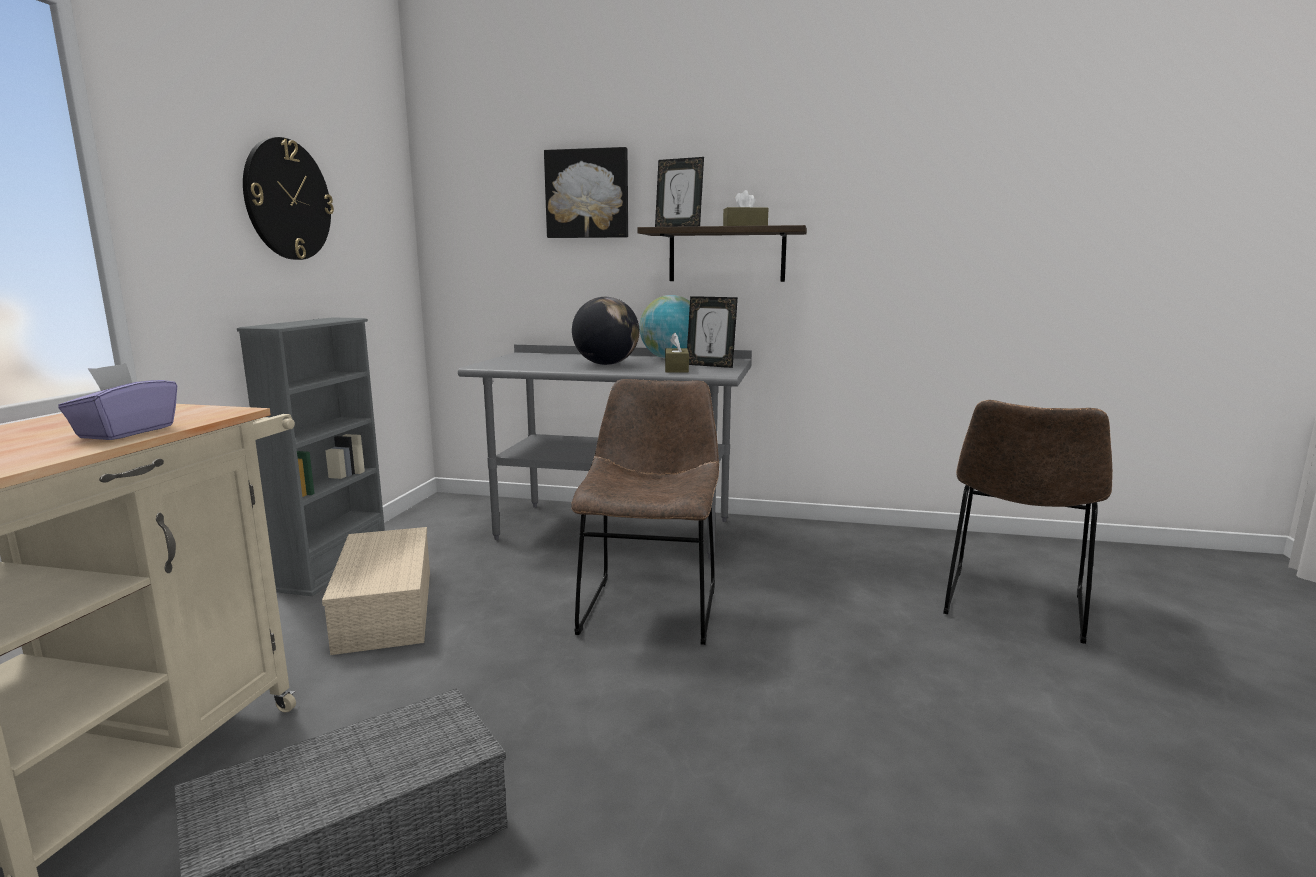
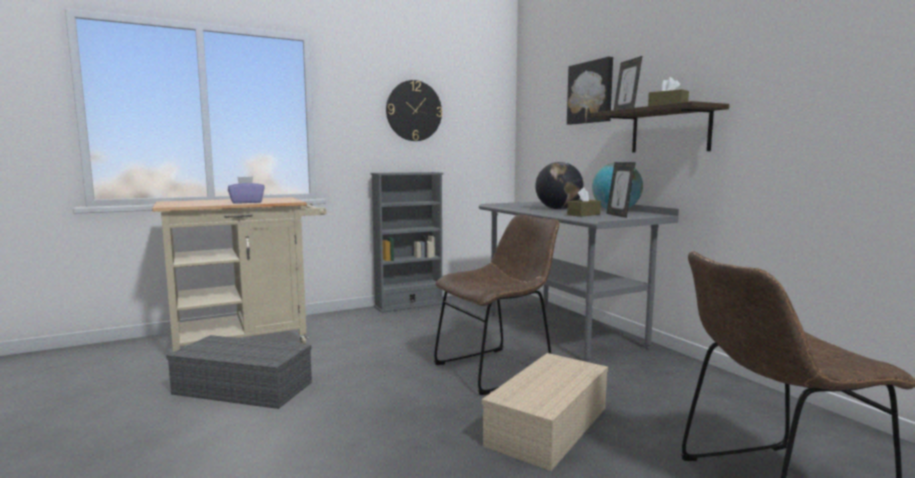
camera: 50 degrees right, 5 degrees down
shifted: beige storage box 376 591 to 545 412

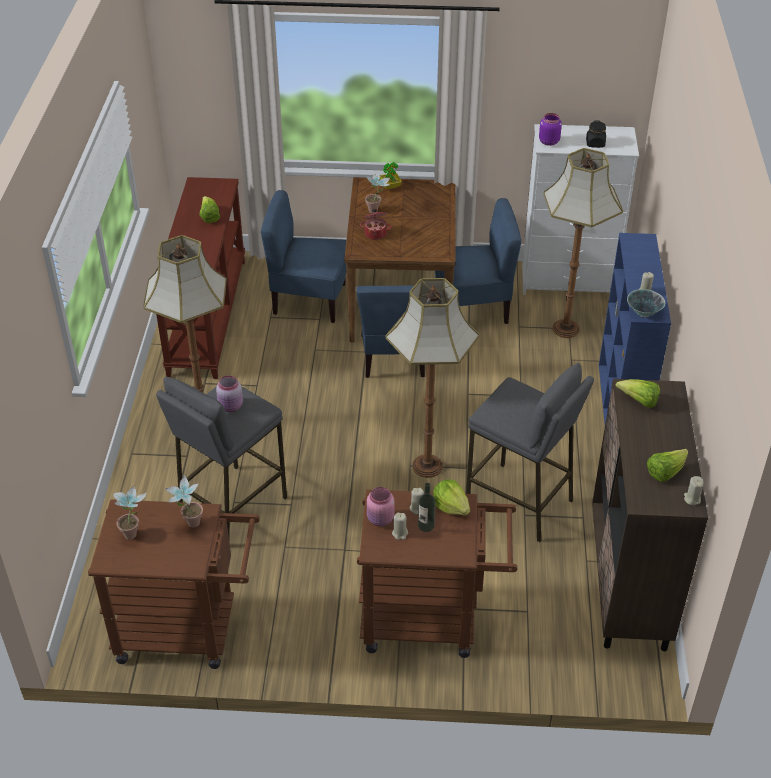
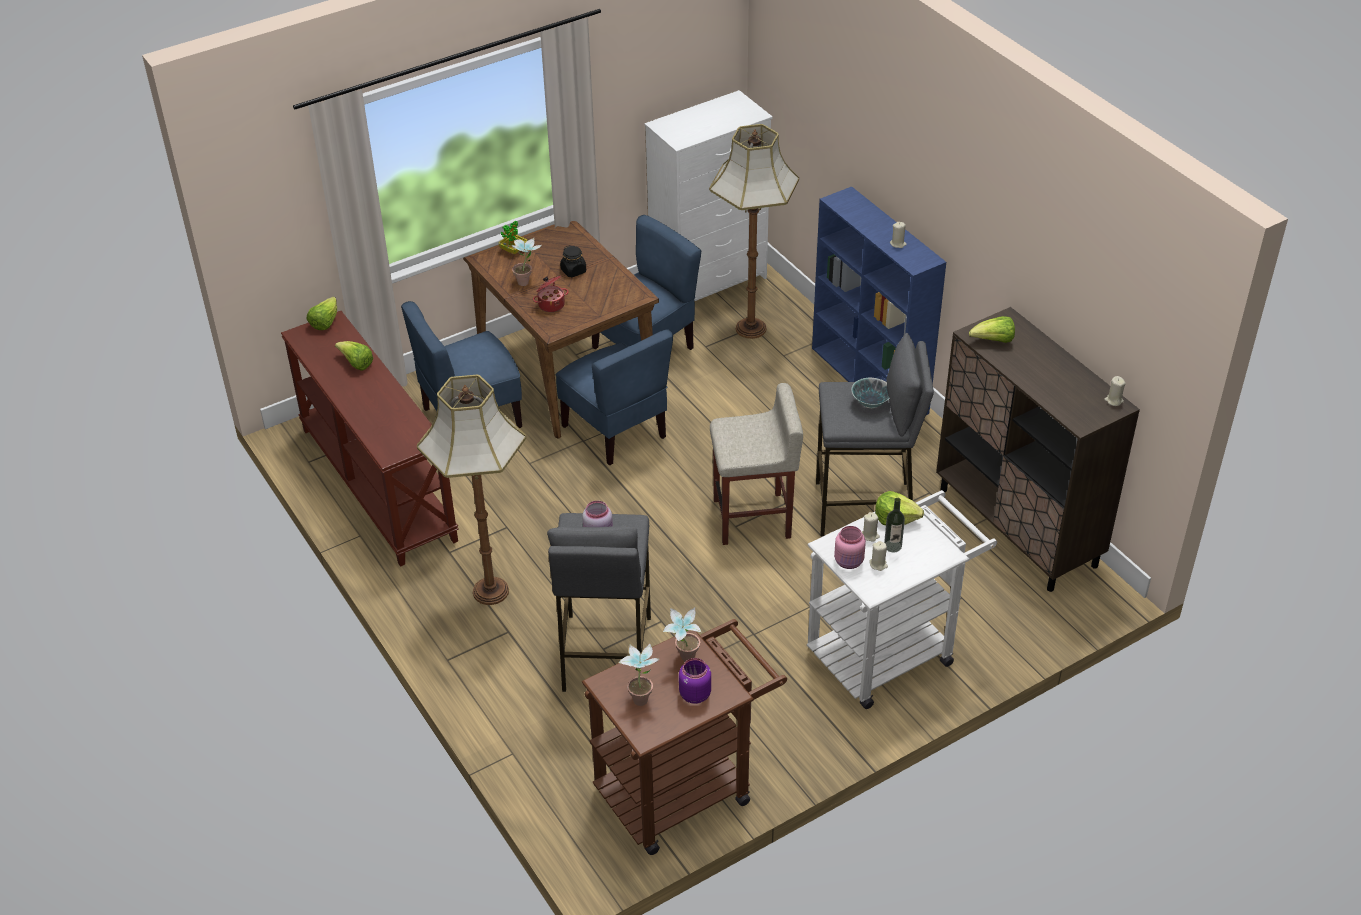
camera: 35 degrees left, 0 degrees up
shifted: purple jar 550 129 to 695 681; black jar 596 134 to 573 261; bowl 646 303 to 870 393; lettuce 667 465 to 322 313
swapped: floor lamp 432 378 to beige stool 756 464
repainted: brown cart 437 573 to white cart 902 599

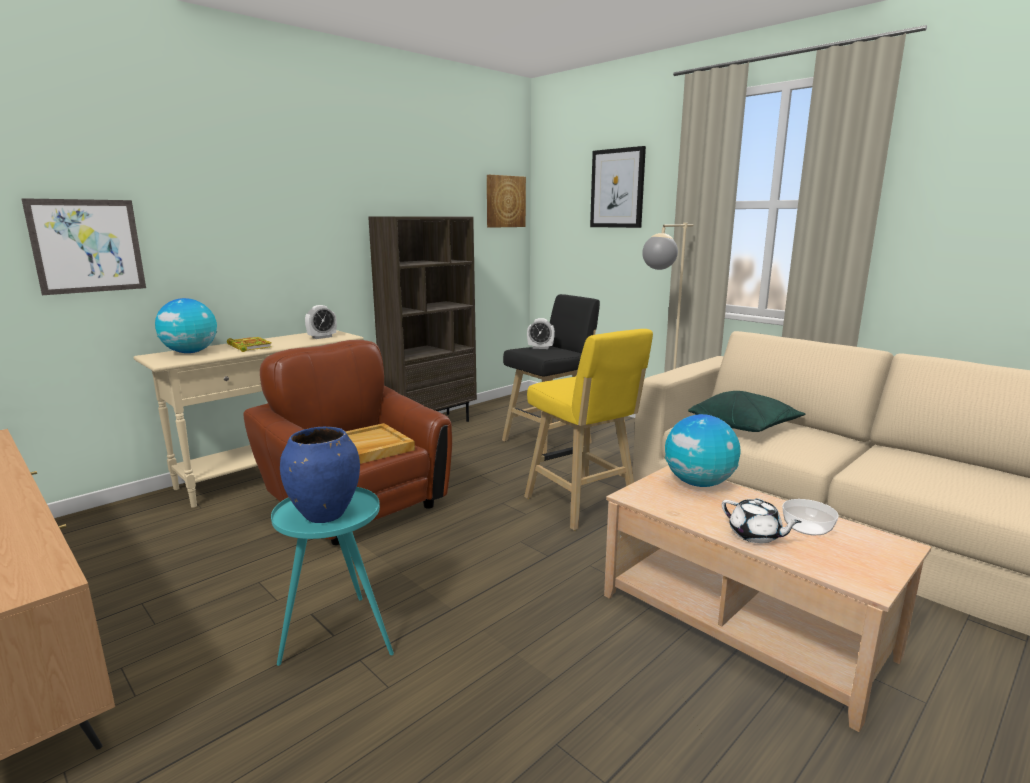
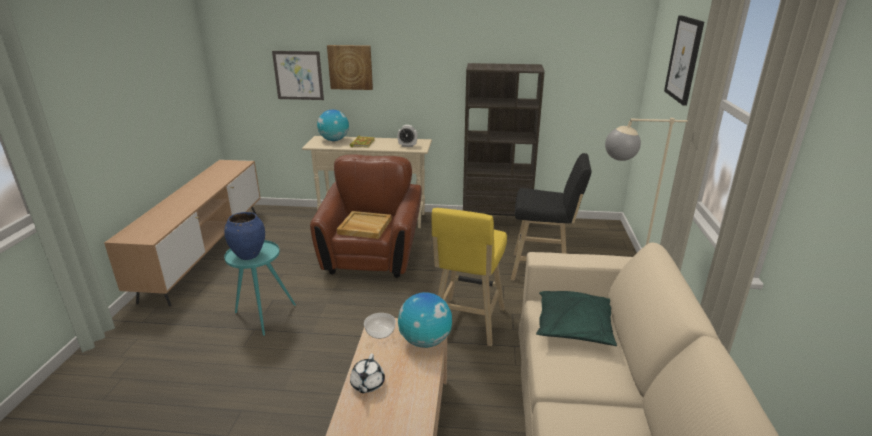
camera: 50 degrees right, 10 degrees up
gone: alarm clock 541 333
shifted: picture 506 201 to 350 67; bowl 810 517 to 380 326

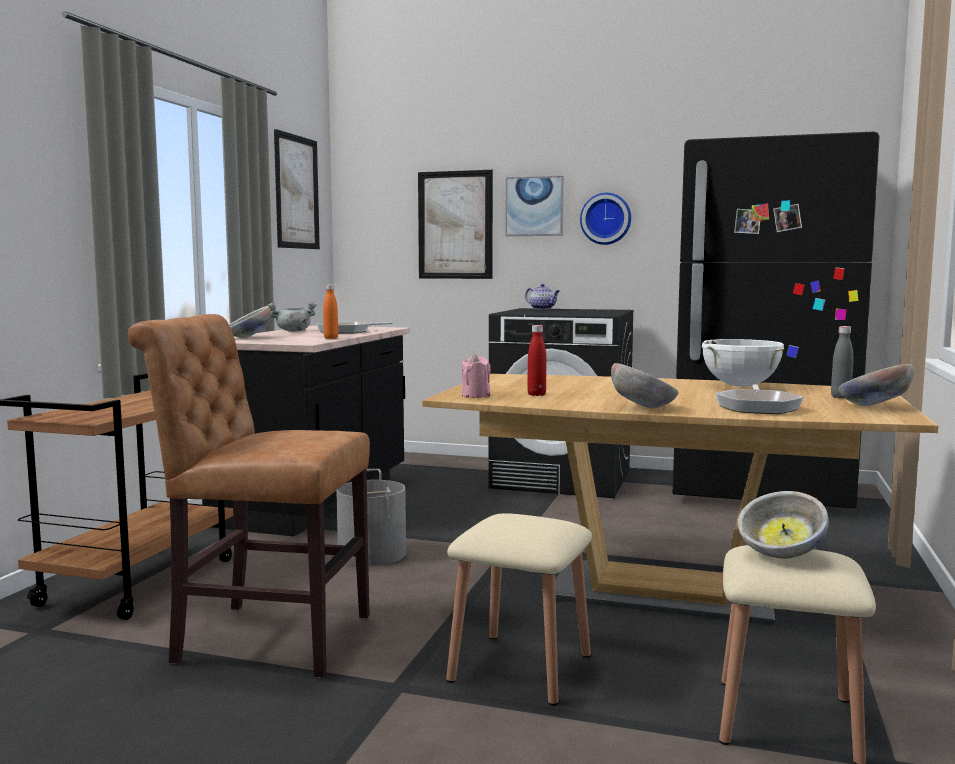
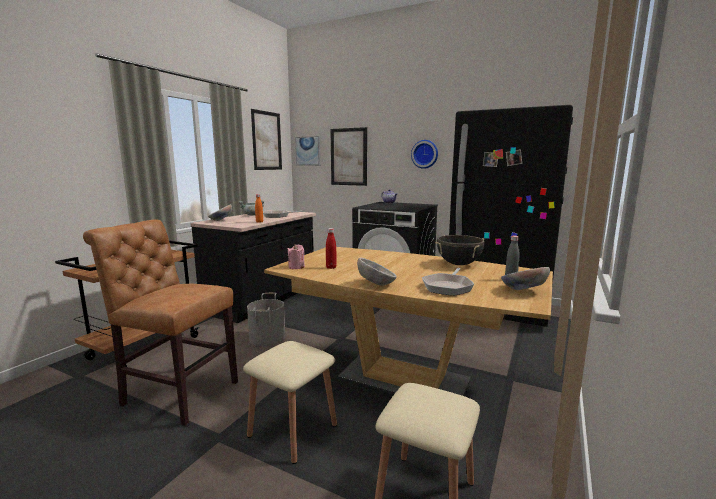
camera: 10 degrees right, 5 degrees up
gone: bowl 783 525
shifted: picture 534 206 to 307 151
repainted: white cooking pot 743 363 to black cooking pot 460 250

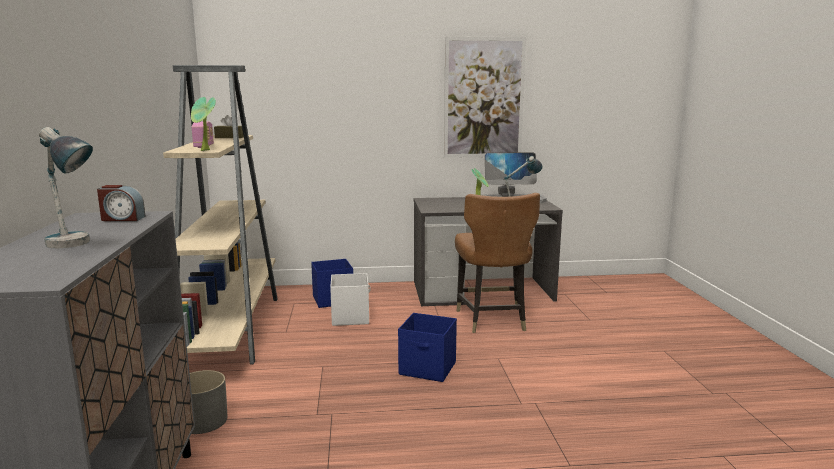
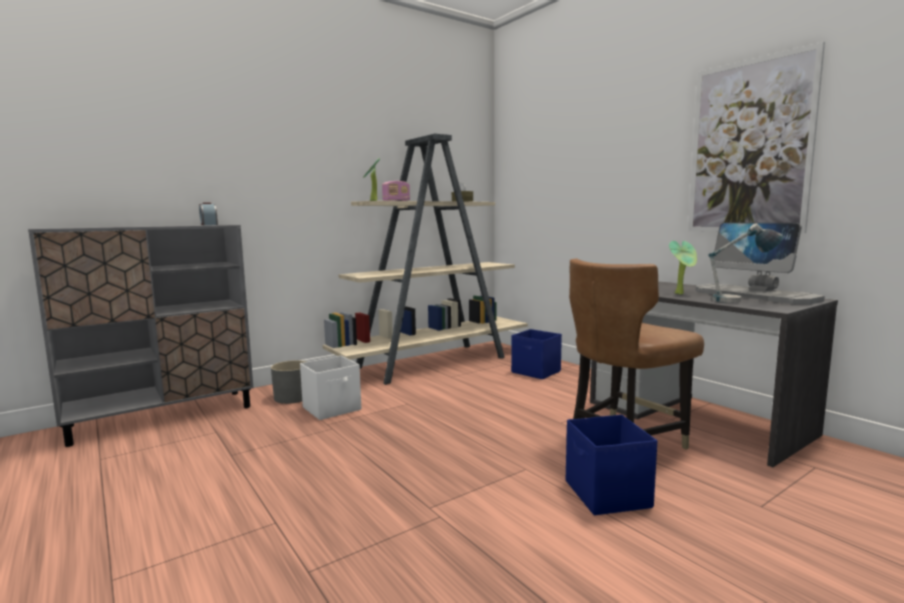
camera: 60 degrees right, 5 degrees down
gone: table lamp 66 187
shifted: white storage box 350 299 to 330 388; blue storage box 427 347 to 611 465

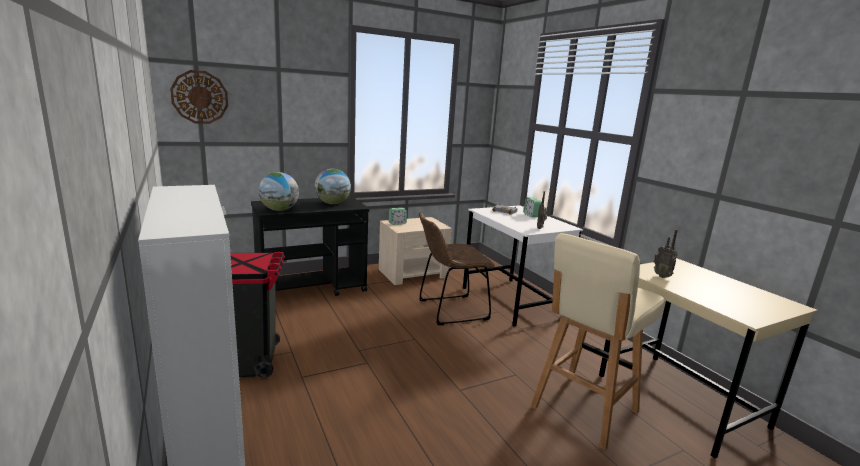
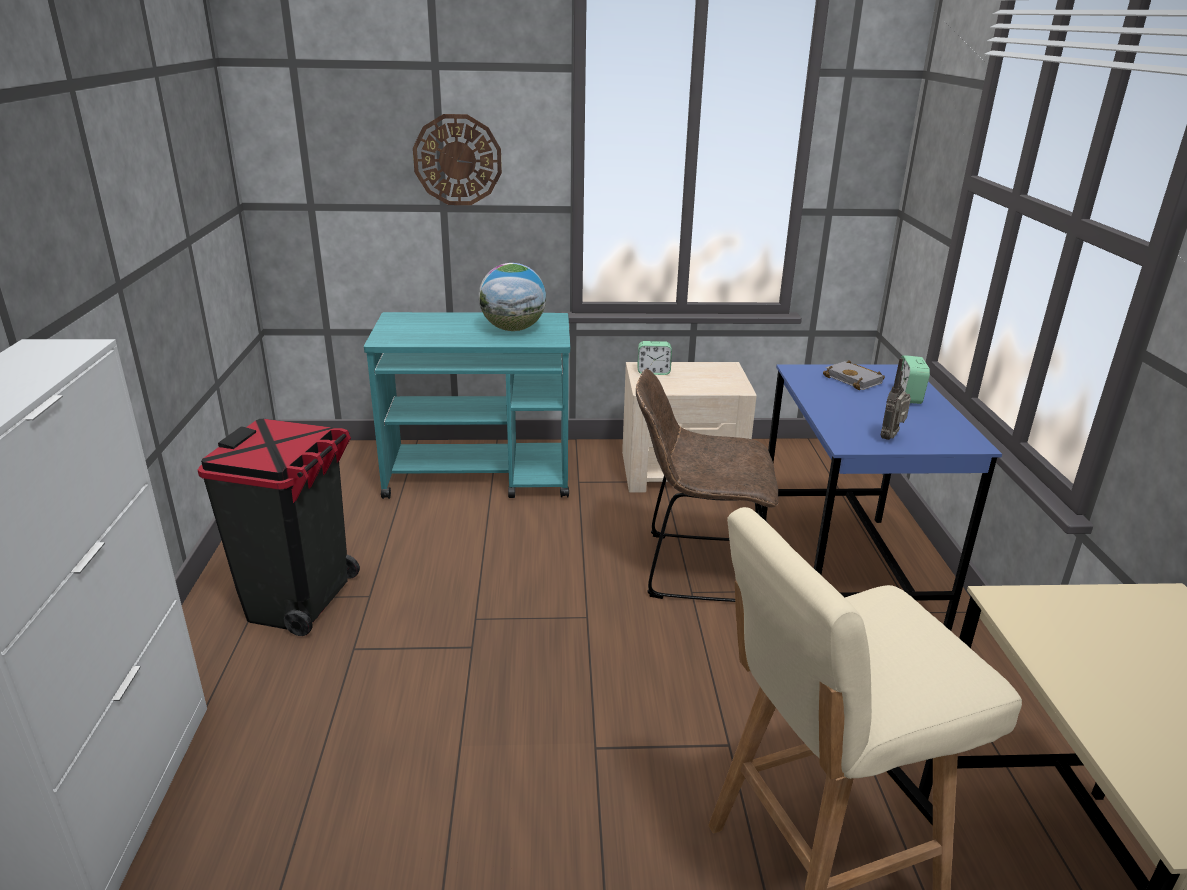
camera: 25 degrees right, 10 degrees up
gone: globe 278 191; radio 666 253
shifted: wall clock 199 97 to 457 159
repainted: black cart 310 246 to turquoise cart 467 405; white desk 523 266 to blue desk 881 497

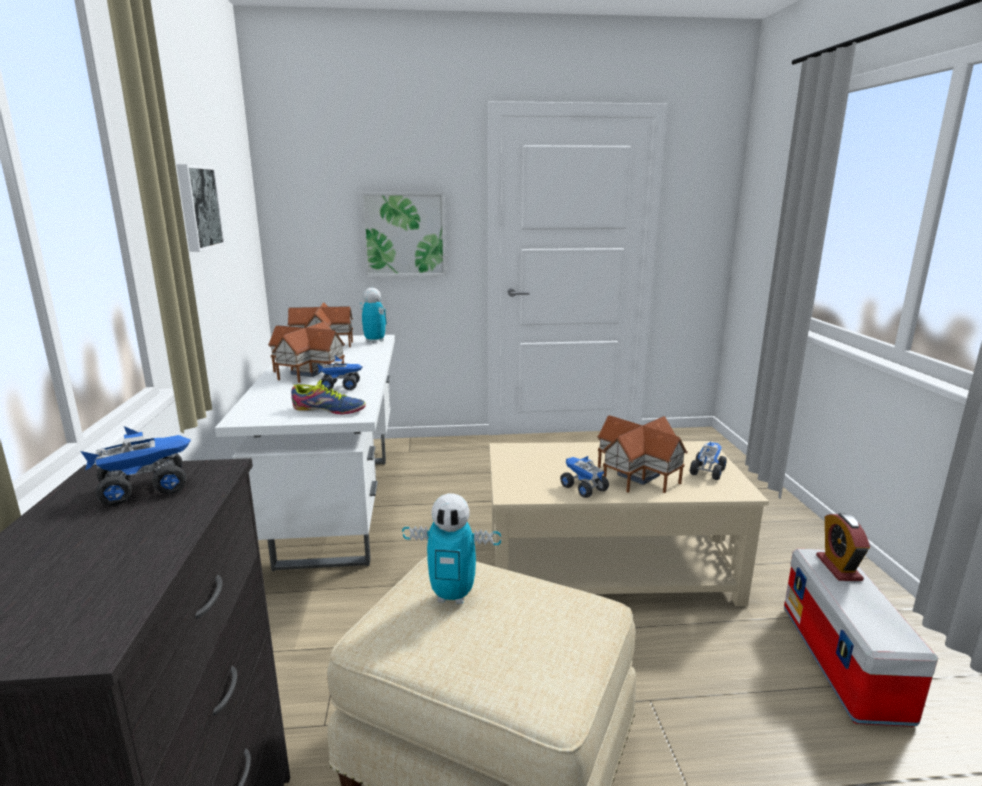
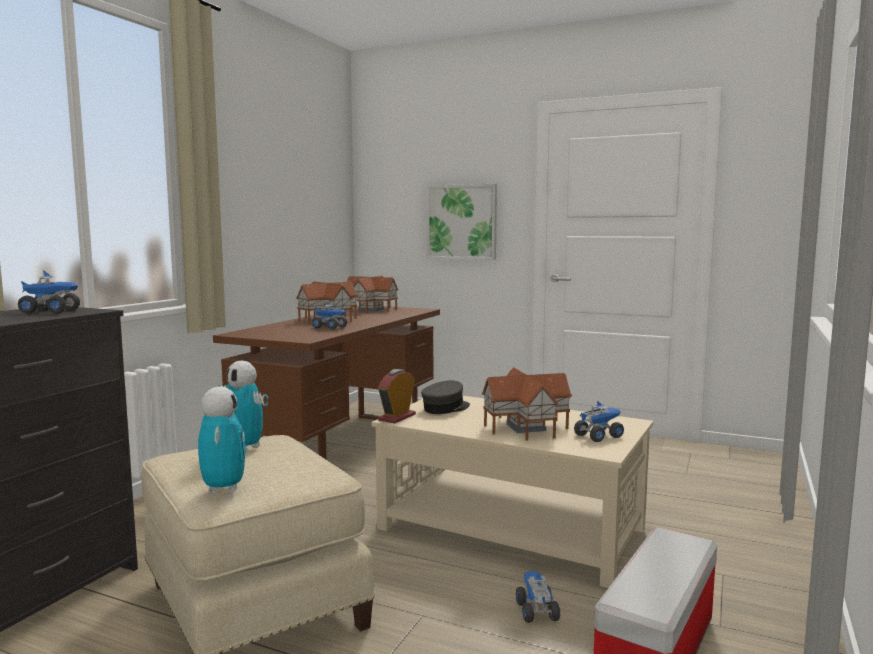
camera: 30 degrees right, 10 degrees down
gone: picture 200 208; shoe 328 397
new: grey cap 445 397
shifted: toy robot 373 315 to 222 440; toy truck 584 477 to 538 597; alarm clock 843 547 to 397 396
repainted: white desk 305 453 to brown desk 326 382

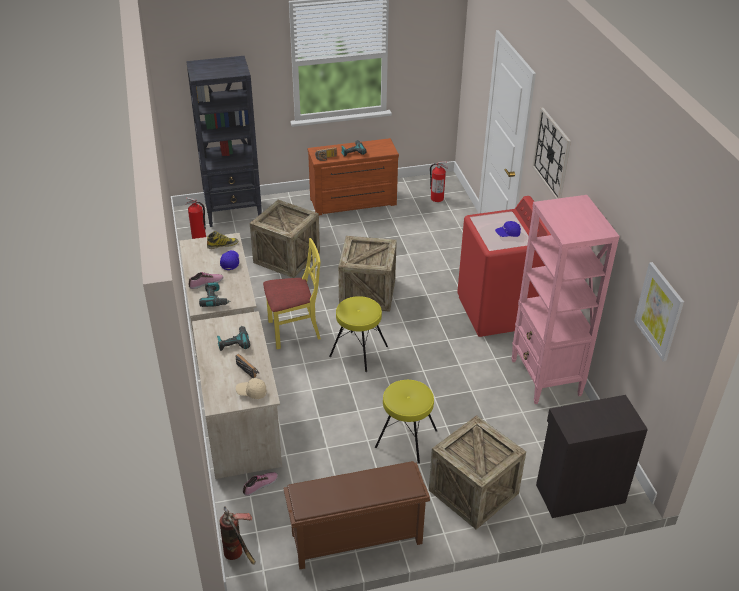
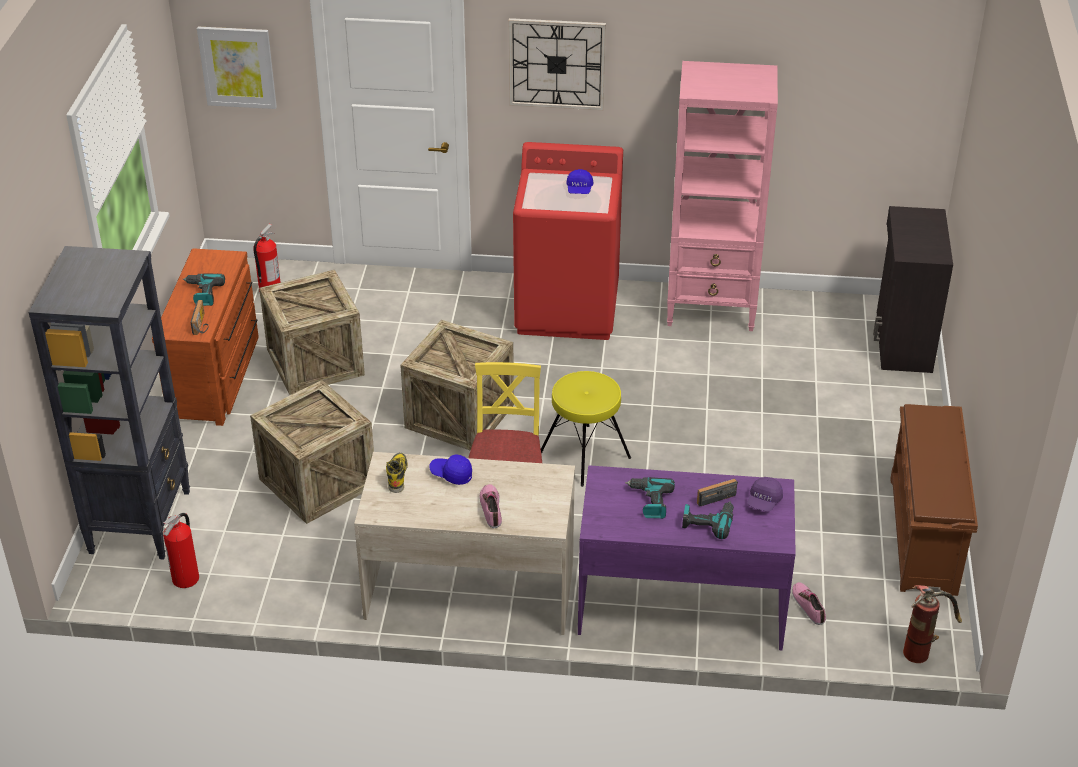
camera: 70 degrees left, 0 degrees up
gone: yellow stool 406 422
shifted: power drill 215 294 to 708 520; crate 477 472 to 312 332; picture 659 312 to 237 67
repainted: beige desk 237 395 to purple desk 687 557; beige cap 251 388 to purple cap 765 494

